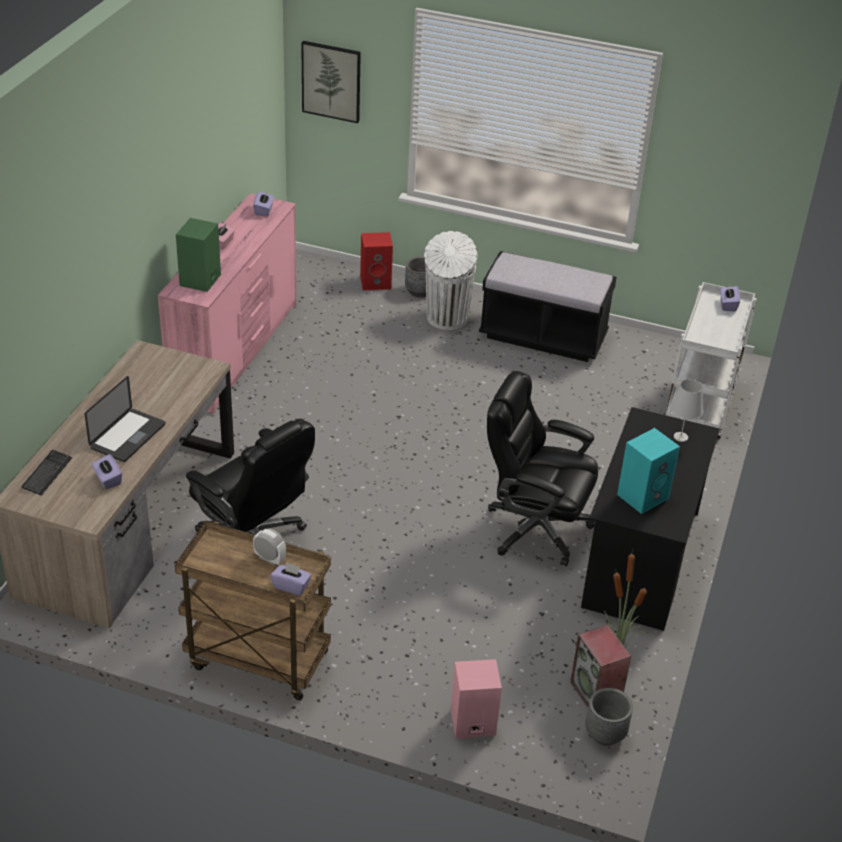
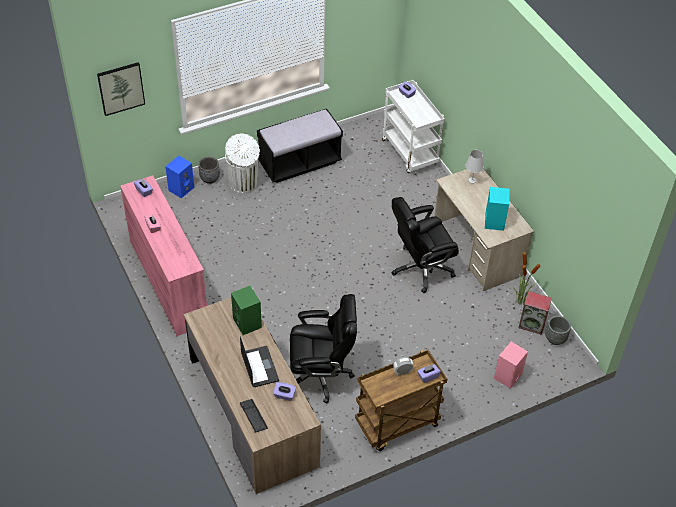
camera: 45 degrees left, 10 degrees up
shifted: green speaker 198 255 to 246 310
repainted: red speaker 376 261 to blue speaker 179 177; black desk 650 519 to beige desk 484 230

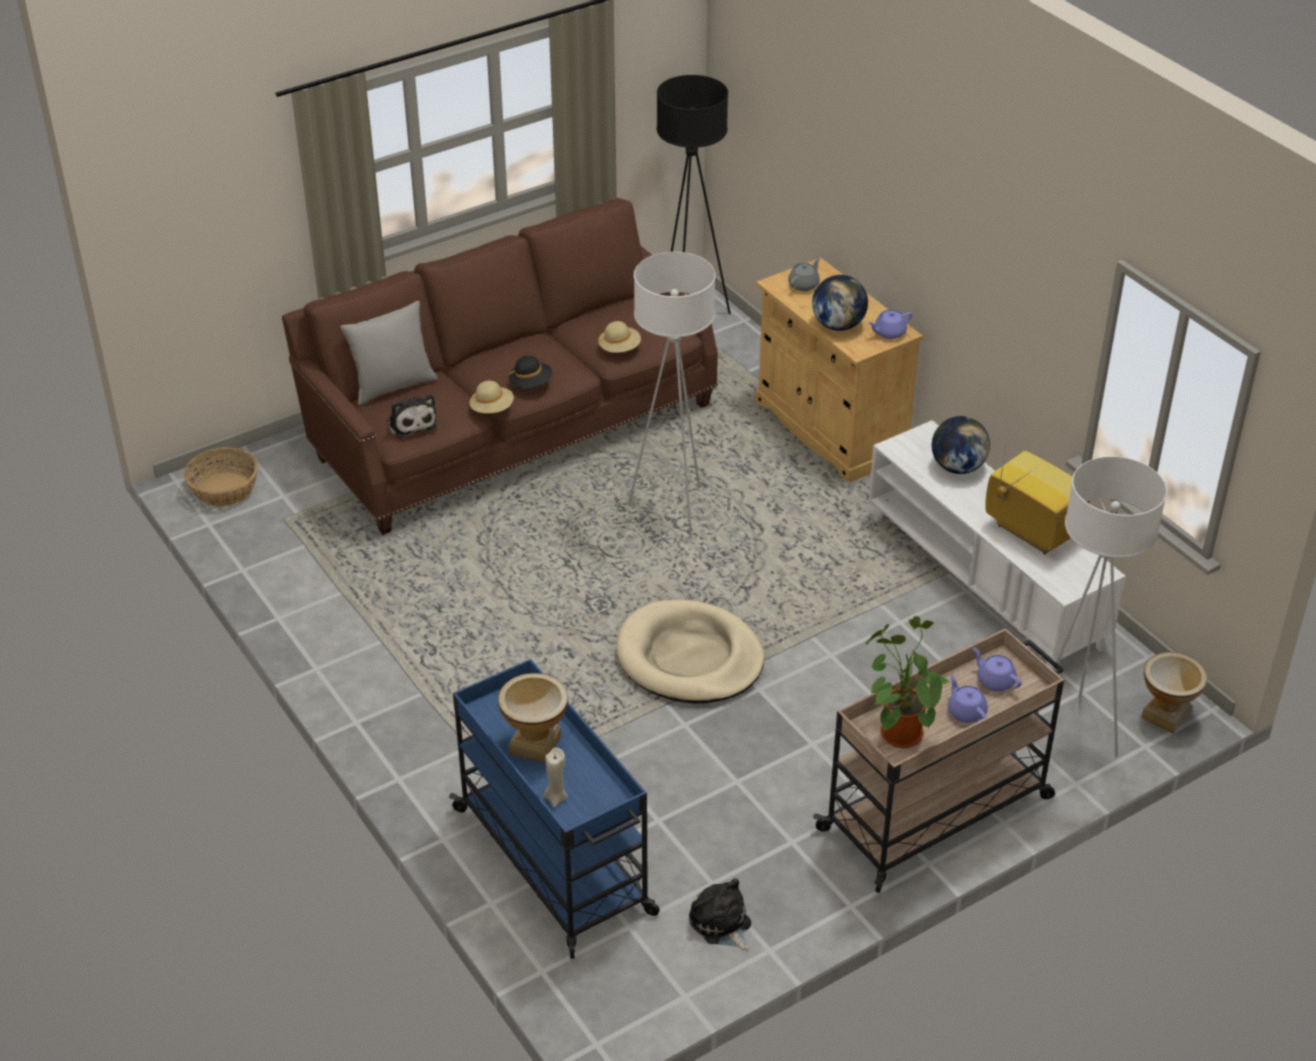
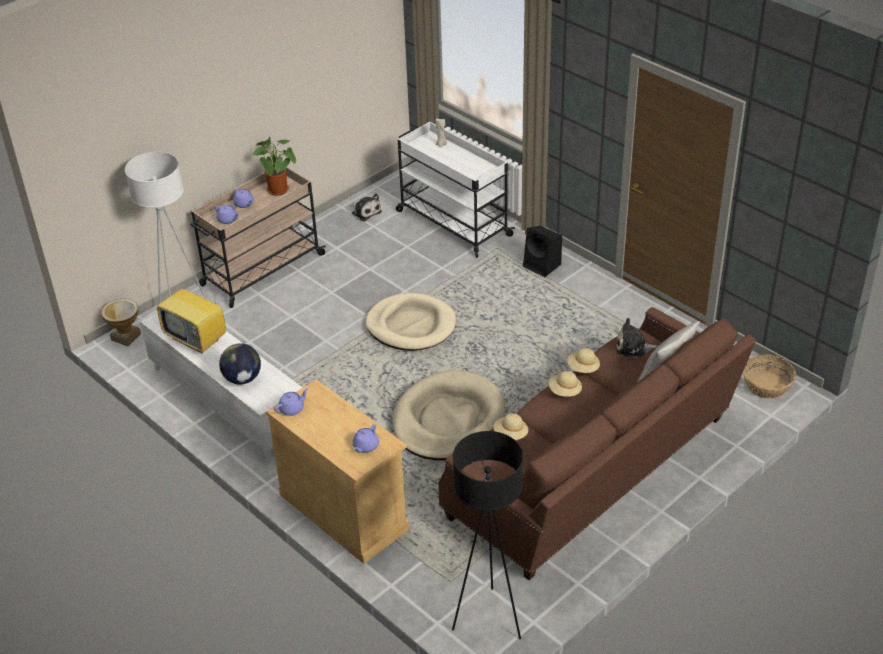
camera: 170 degrees right, 0 degrees up
gone: vase 533 718; globe 840 303
new: black speaker 542 251
swapped: white floor lamp 672 395 to beige dog bed 448 415
repainted: blue cart 554 809 to white cart 455 190; black hat 530 372 to beige hat 565 384; grey teapot 804 274 to purple teapot 366 438
rotated: plush toy 412 417 = 637 337 45 degrees counterclockwise

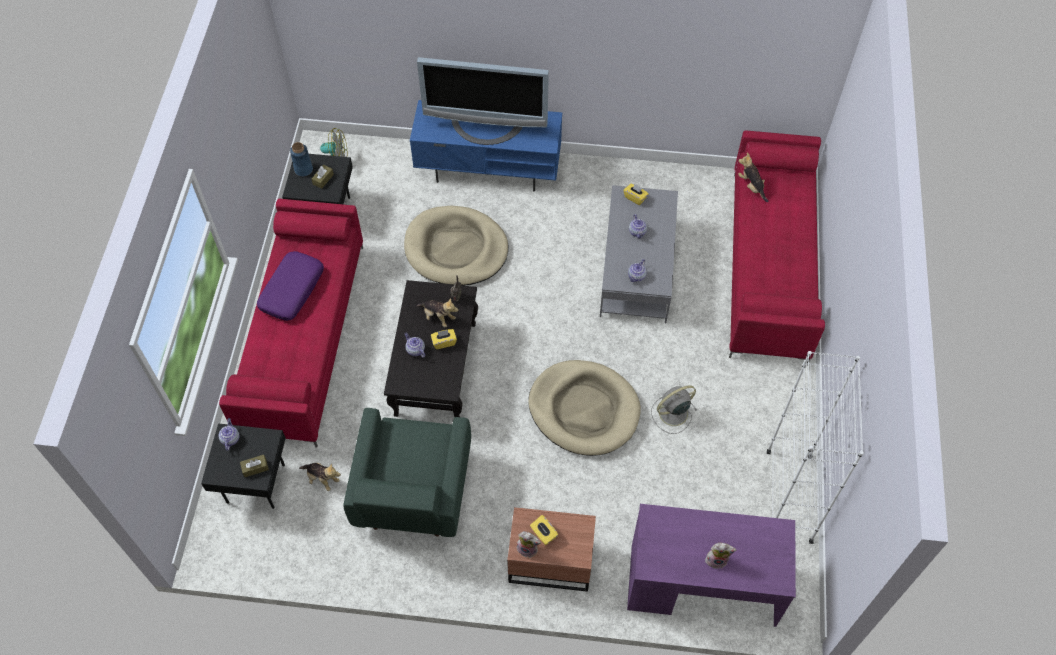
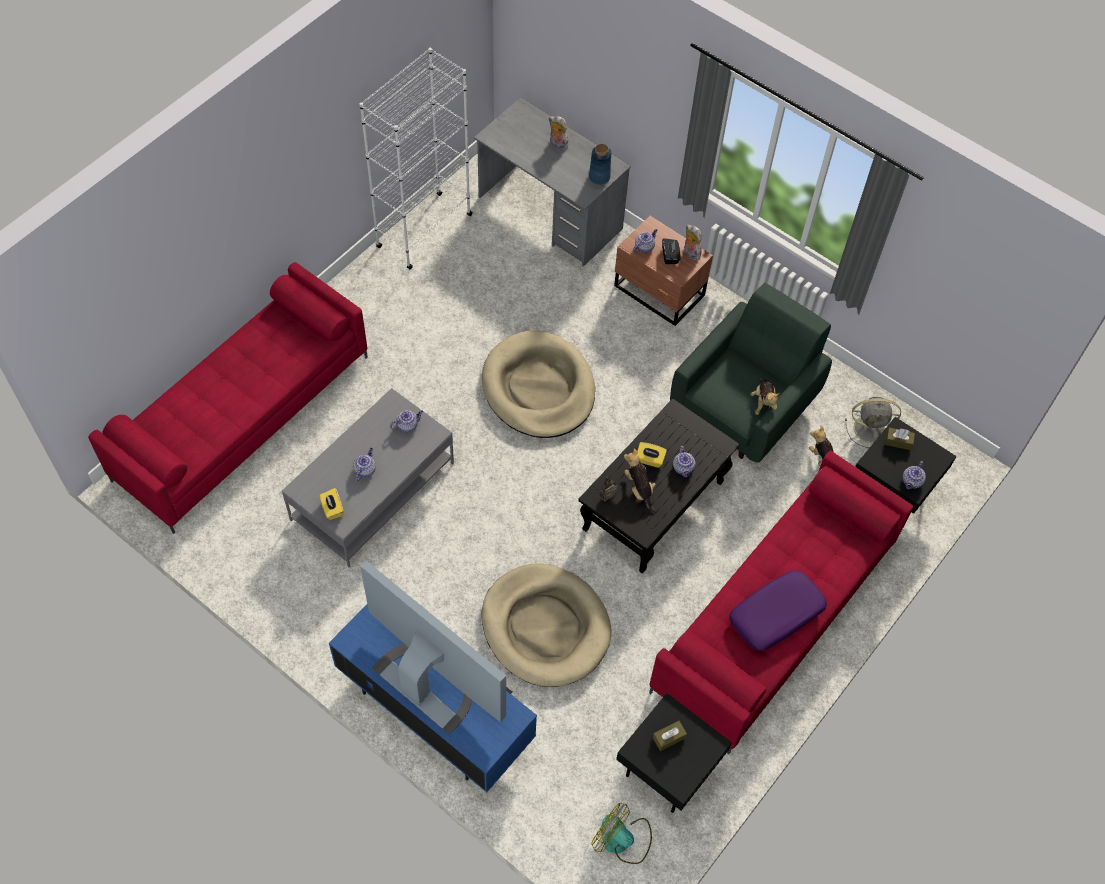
camera: 150 degrees left, 0 degrees up
new: teapot 645 241
shifted: blue vase 301 159 to 600 164; grey fan 674 409 to 873 422; plush toy 753 177 to 765 396
repainted: yellow tissue box 544 530 to black tissue box 671 251; purple desk 711 565 to grey desk 552 182

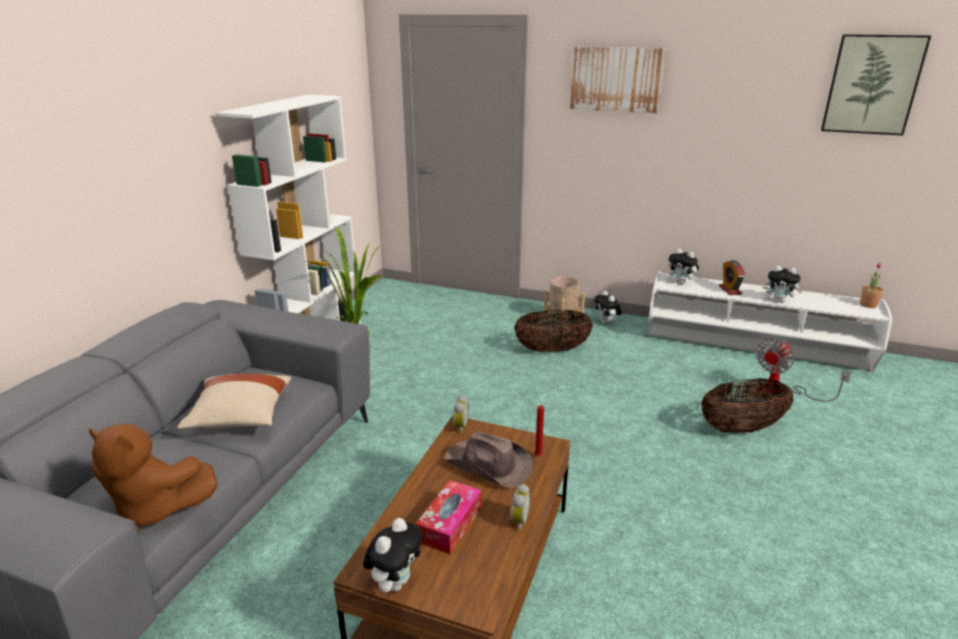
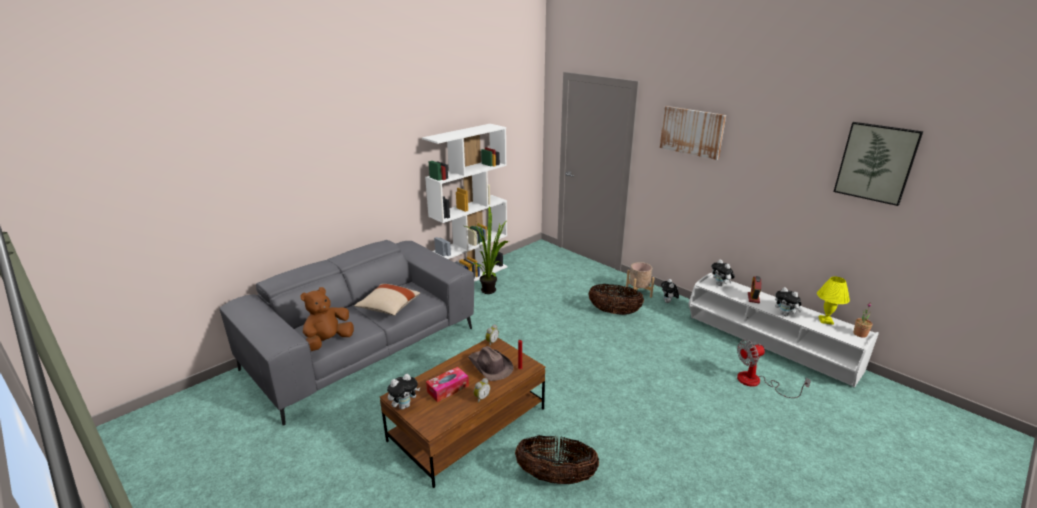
camera: 25 degrees right, 0 degrees up
new: yellow table lamp 833 300
shifted: basket 747 405 to 557 459
rotated: brown plush toy 153 478 = 327 319 90 degrees clockwise

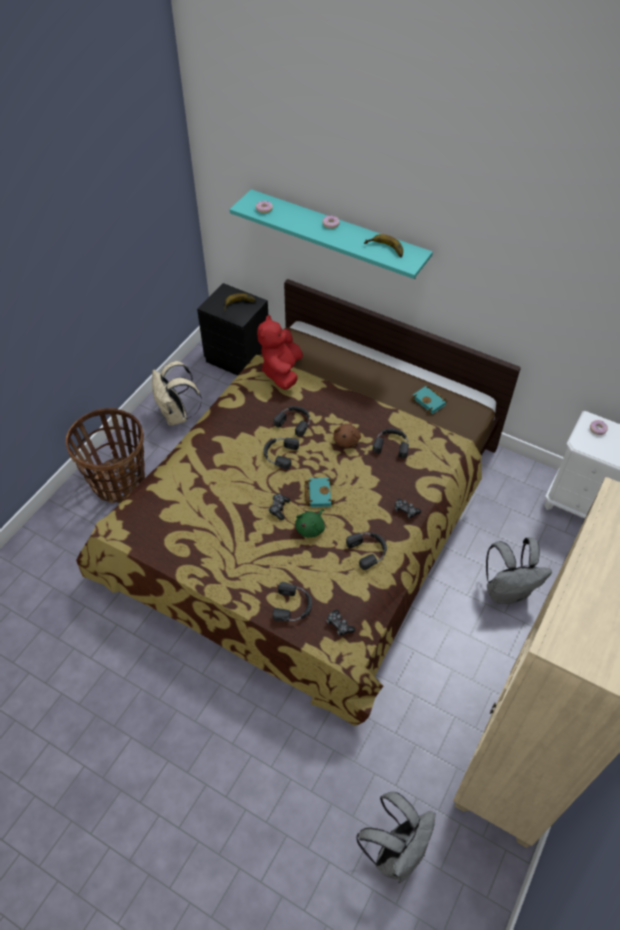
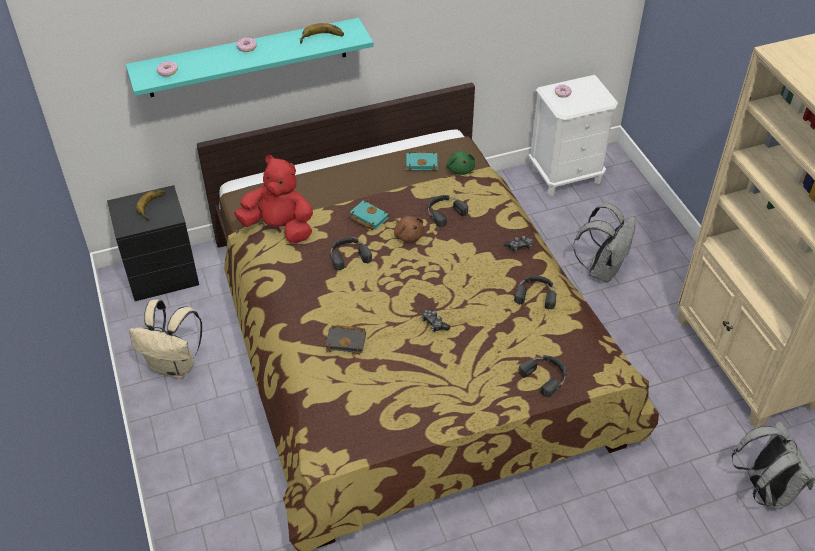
camera: 50 degrees left, 5 degrees down
gone: basket 105 455; black headphones 281 453; game controller 340 623
new: black book 345 340
shifted: green plush toy 310 523 to 461 163; turquoise book 319 492 to 369 215
rotated: red plush toy 280 352 = 273 199 150 degrees clockwise

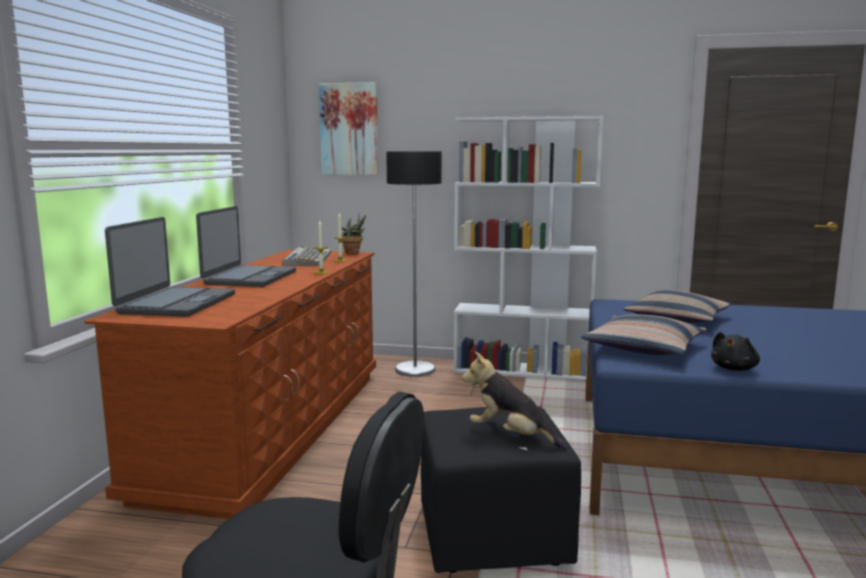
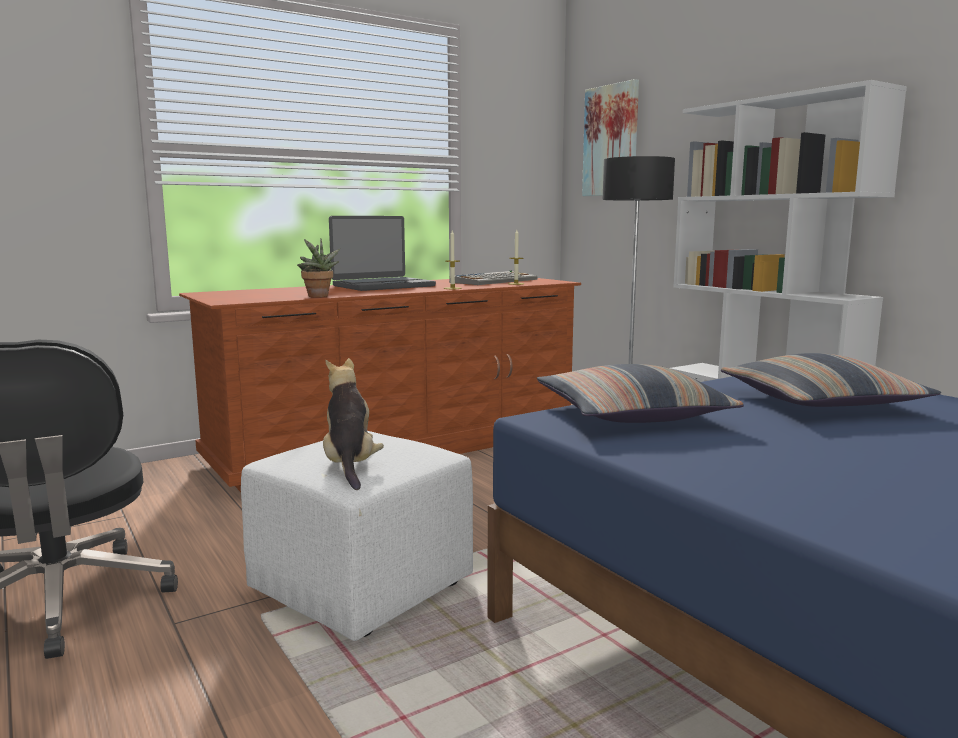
camera: 45 degrees right, 0 degrees up
gone: laptop 170 266; black plush toy 735 351
shifted: potted plant 353 234 to 318 268
repainted: black ottoman 501 489 to white ottoman 357 536

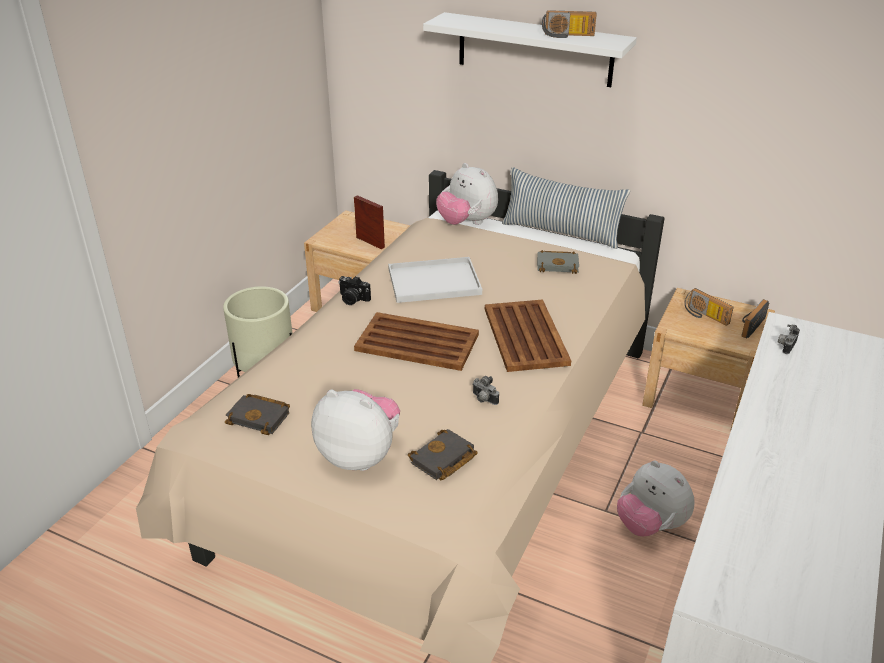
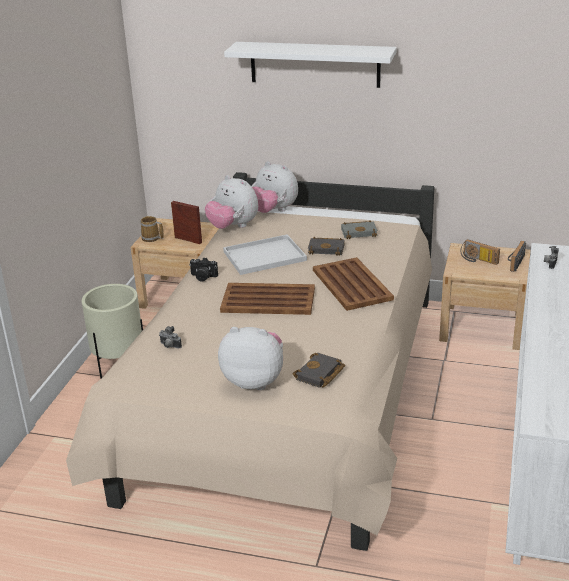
camera: 10 degrees left, 5 degrees down
gone: pillow 566 208; radio 569 24
new: mug 151 229
shifted: black book 257 414 to 326 246; photo camera 485 390 to 171 337; plush toy 656 498 to 231 202

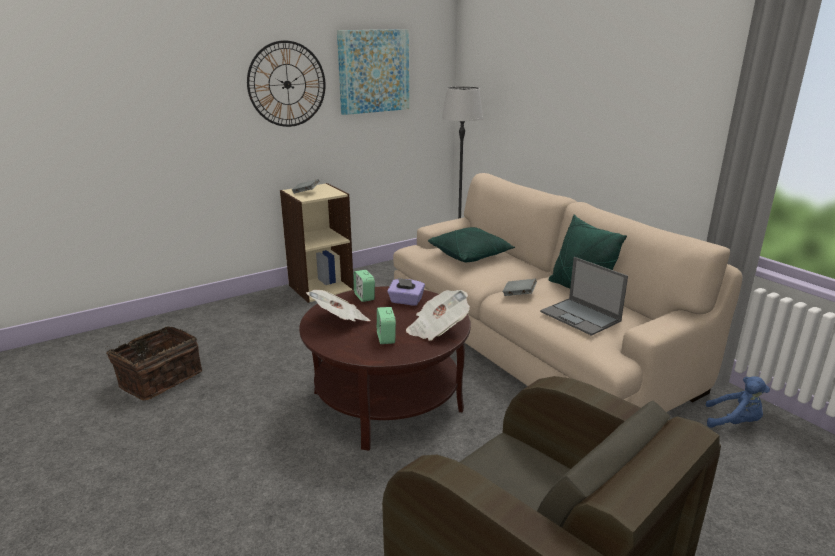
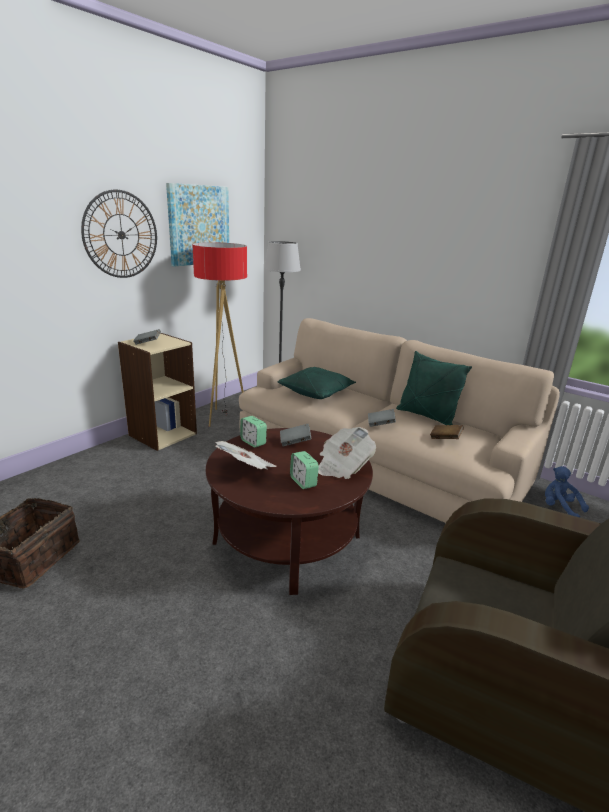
camera: 20 degrees left, 0 degrees up
new: floor lamp 219 334
swapped: purple tissue box 406 292 to grey book 295 435; laptop 584 296 to brown book 447 432
rotated: blue plush toy 738 402 = 567 492 135 degrees counterclockwise

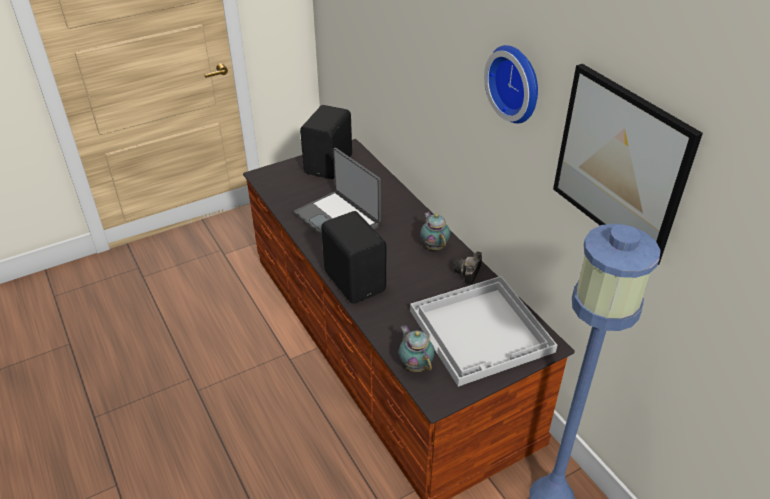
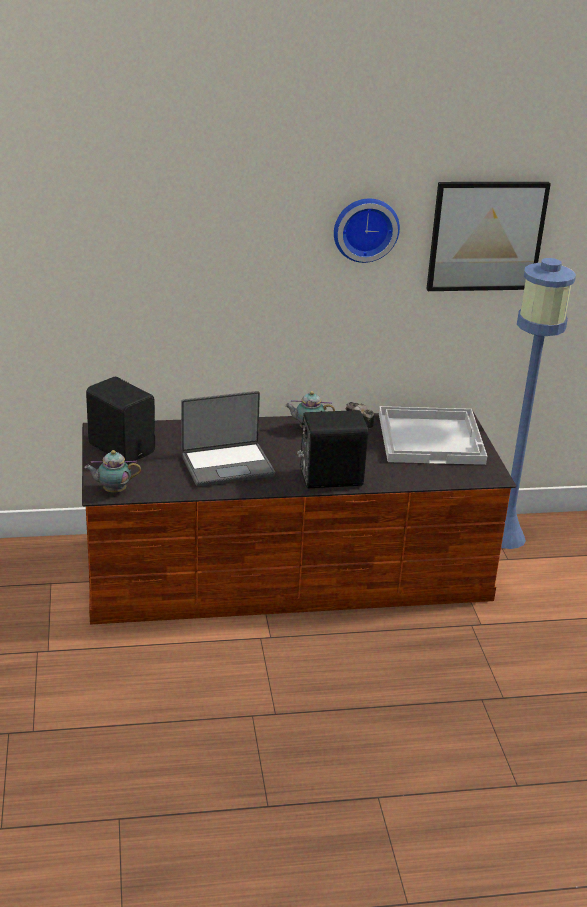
camera: 70 degrees left, 10 degrees down
shifted: teapot 417 348 to 112 471

